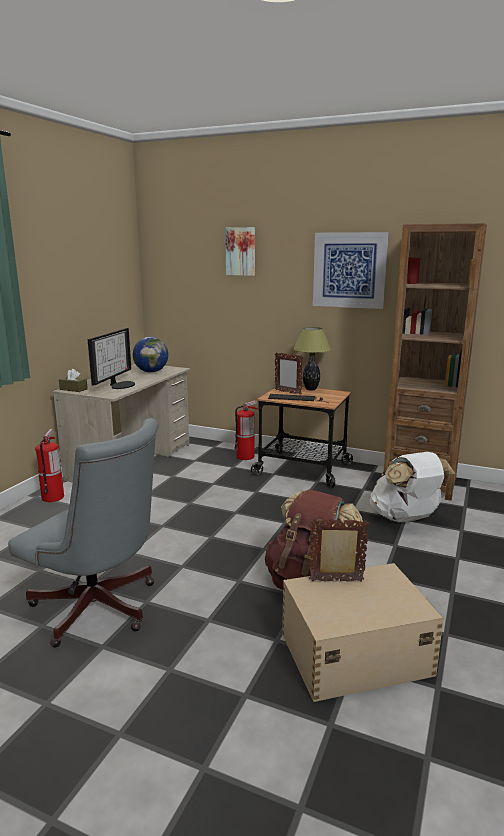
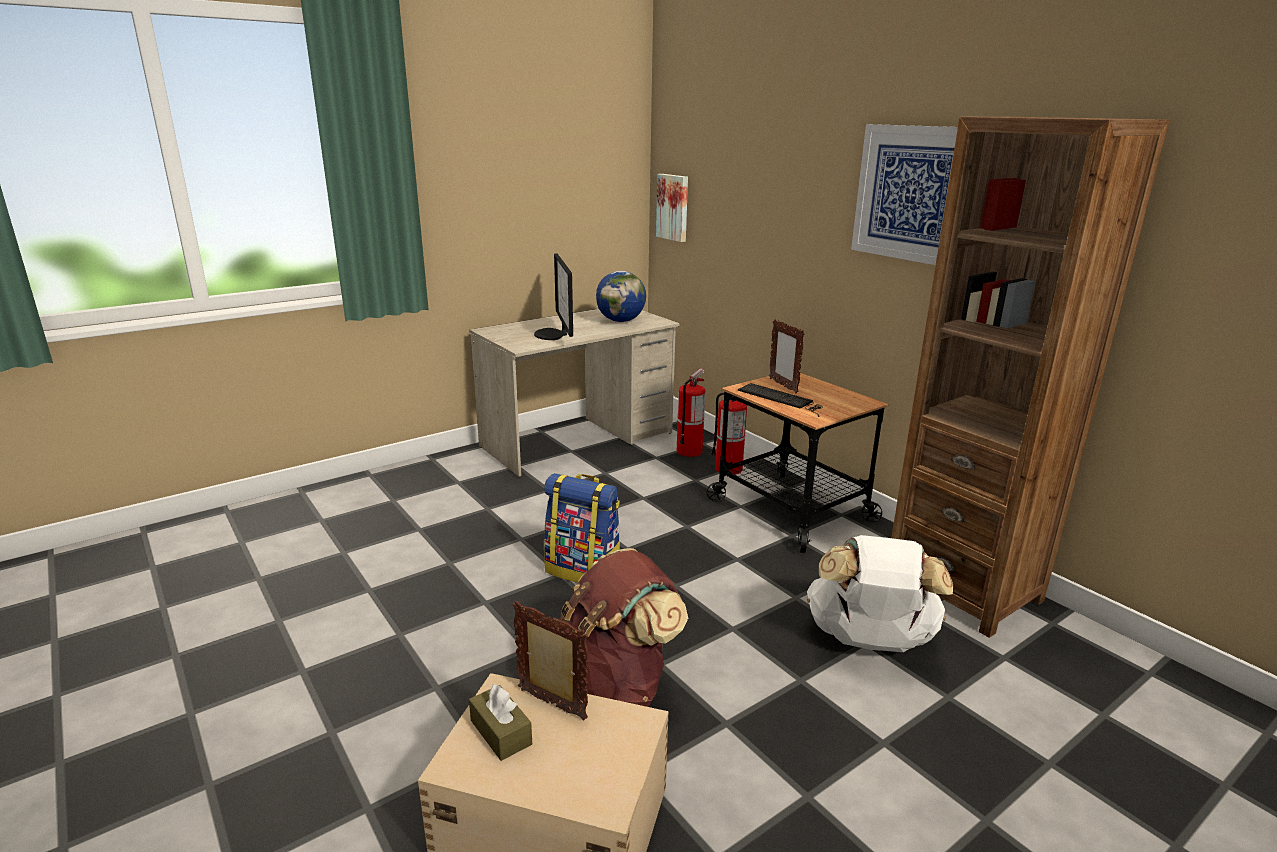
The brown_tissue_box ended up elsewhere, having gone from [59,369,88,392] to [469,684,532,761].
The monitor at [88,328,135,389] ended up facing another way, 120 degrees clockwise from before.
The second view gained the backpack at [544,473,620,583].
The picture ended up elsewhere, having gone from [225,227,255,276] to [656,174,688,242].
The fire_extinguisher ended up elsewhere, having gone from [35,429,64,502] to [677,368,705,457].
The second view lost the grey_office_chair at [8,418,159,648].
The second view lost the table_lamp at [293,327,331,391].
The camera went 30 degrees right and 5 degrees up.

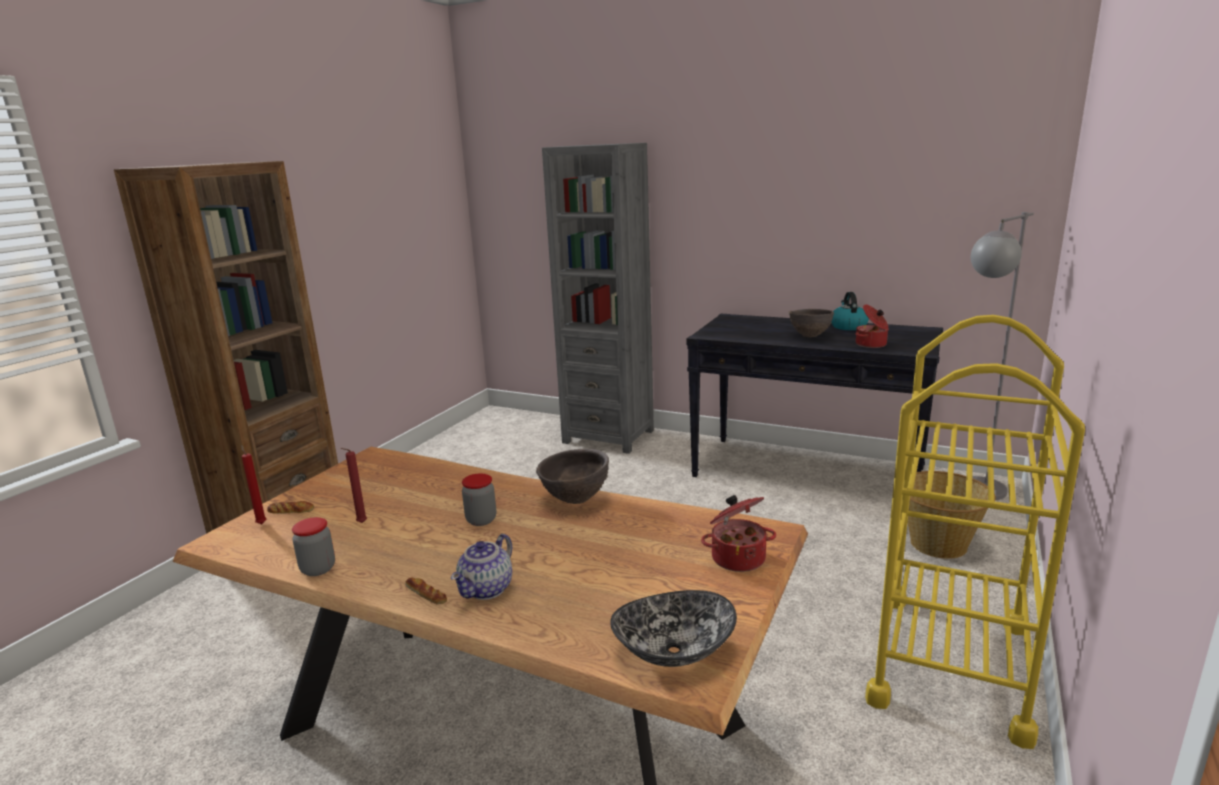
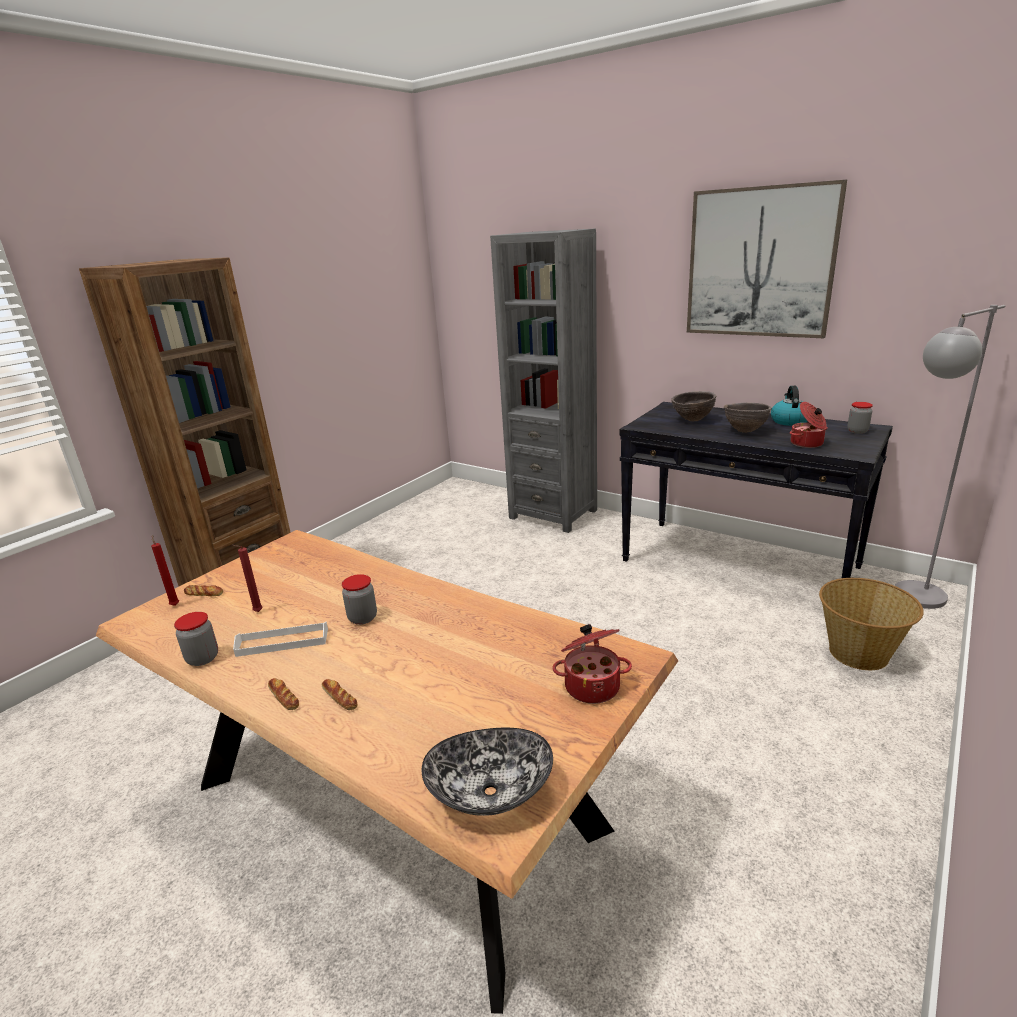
The second view gained the white_tray at [233,622,328,657].
Where the teapot stood at [451,534,512,600], the bread came to stand at [322,679,357,710].
The brown_bowl ended up elsewhere, having gone from [536,449,609,504] to [671,391,716,421].
The second view gained the picture at [687,180,847,338].
The second view gained the jar at [847,402,873,434].
The second view lost the yellow_cart at [865,315,1085,749].
The camera went 10 degrees right and 5 degrees up.

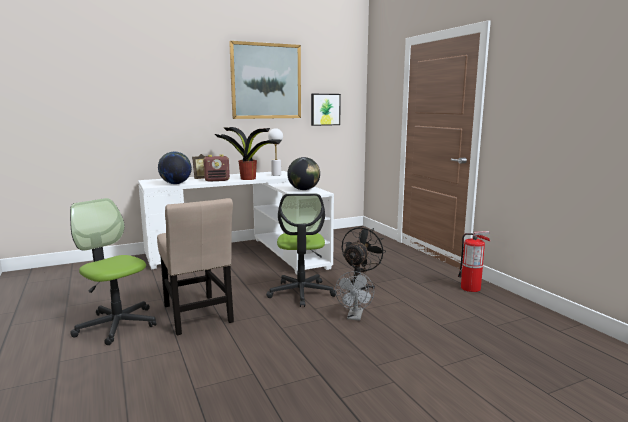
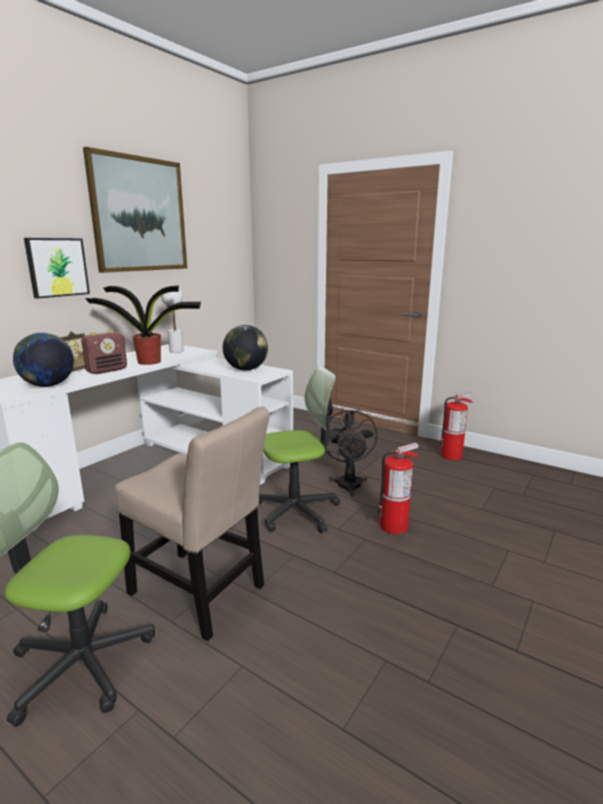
The picture ended up elsewhere, having gone from [311,94,341,126] to [24,238,90,299].
The office_chair at [266,194,337,307] ended up facing another way, 75 degrees counterclockwise from before.
Where the grey_fan stood at [335,271,374,321], the fire_extinguisher came to stand at [377,442,419,534].
The camera went 30 degrees left and 5 degrees up.

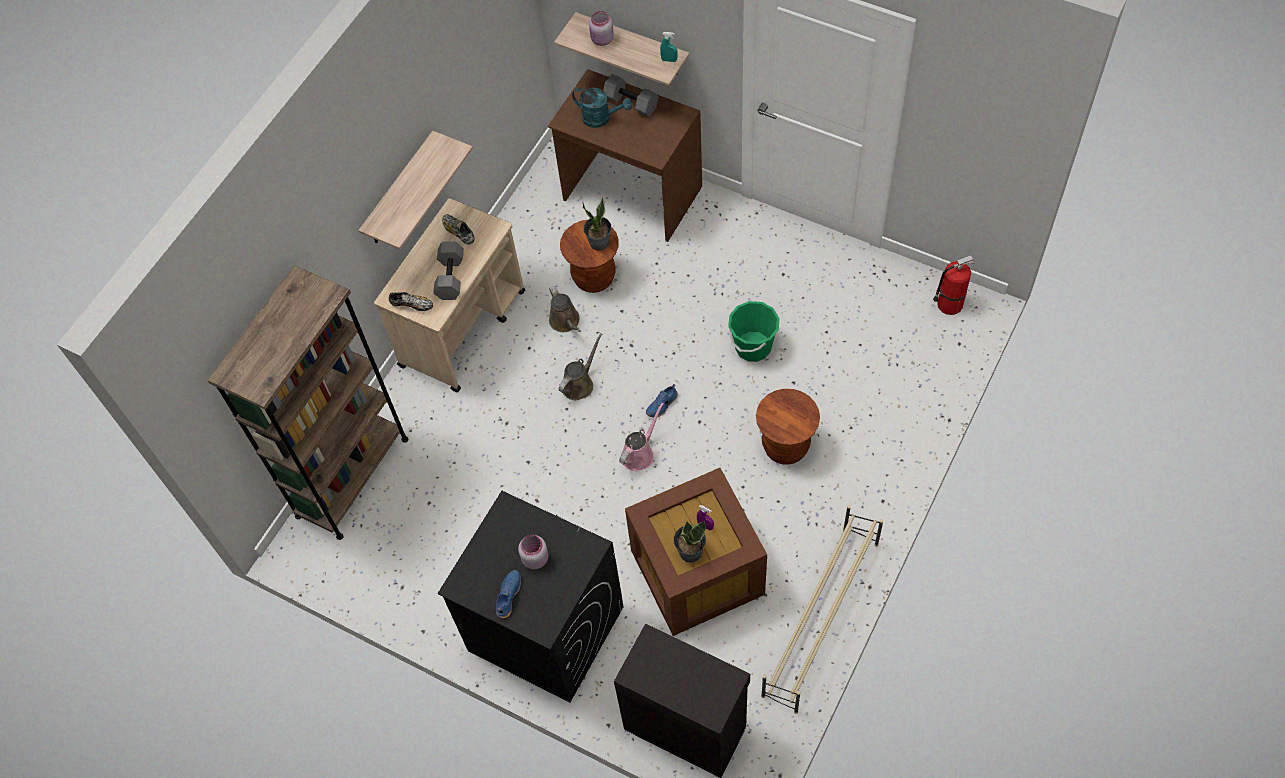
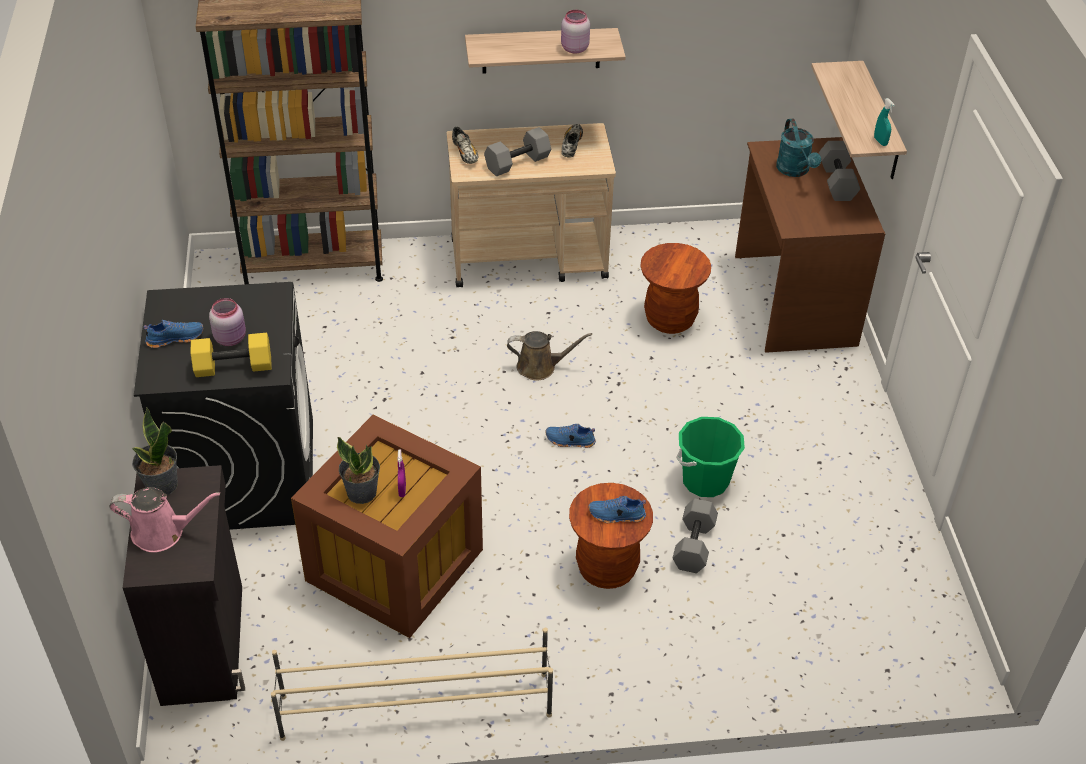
The pink_watering_can ended up elsewhere, having gone from [619,402,664,471] to [109,487,220,552].
The potted_plant ended up elsewhere, having gone from [583,197,612,251] to [132,407,178,495].
The second view gained the yellow_dumbbell at [191,333,272,377].
The pink_jar ended up elsewhere, having gone from [589,11,614,46] to [561,10,590,54].
The second view gained the blue_shoe at [589,496,646,523].
The second view gained the grey_dumbbell at [672,499,718,573].
The second view lost the brown_watering_can at [549,286,581,332].
The second view lost the fire_extinguisher at [933,256,974,315].
The camera went 50 degrees right and 15 degrees down.

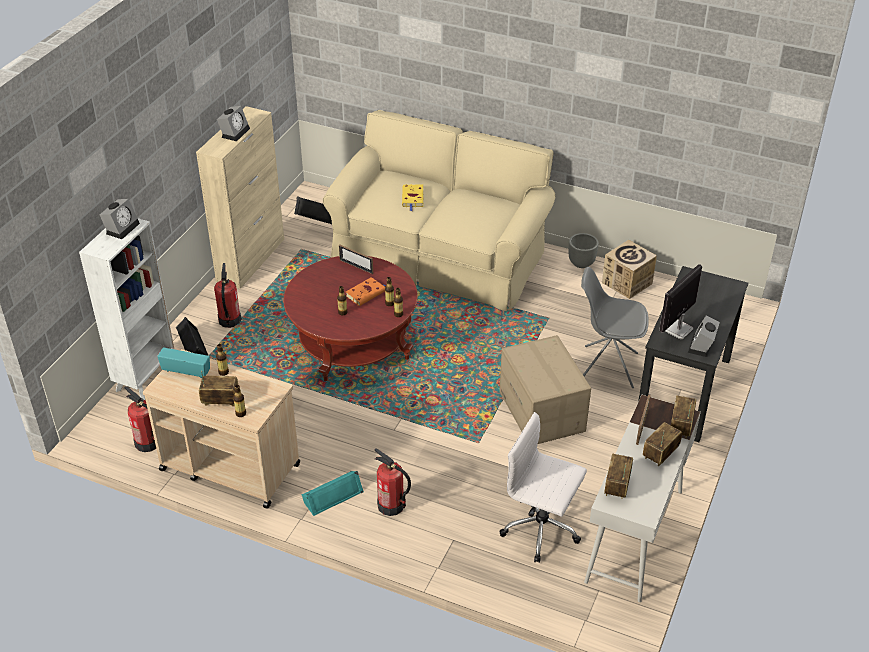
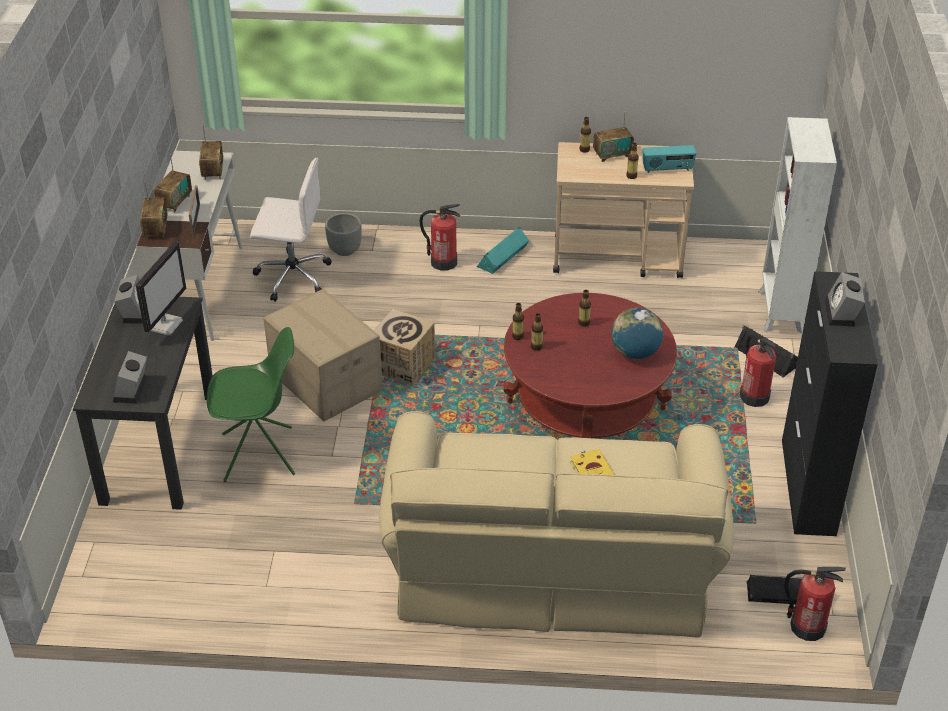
The alarm_clock ended up elsewhere, having gone from [100,199,140,239] to [113,351,147,404].
What was the grey_chair at [581,267,649,388] turned into the green_chair at [207,327,295,482].
The grey_planter ended up elsewhere, having gone from [569,233,599,268] to [325,213,362,256].
The cardboard_box ended up elsewhere, having gone from [602,240,657,299] to [373,309,435,386].
The second view gained the globe at [611,308,663,359].
What was the beige_cabinet at [196,106,284,289] turned into the black_cabinet at [782,271,878,536].
The fire_extinguisher ended up elsewhere, having gone from [124,386,156,452] to [784,567,846,641].
The second view lost the picture_frame at [339,245,373,274].
The second view lost the orange_book at [346,277,386,306].
The camera went 160 degrees right and 0 degrees up.

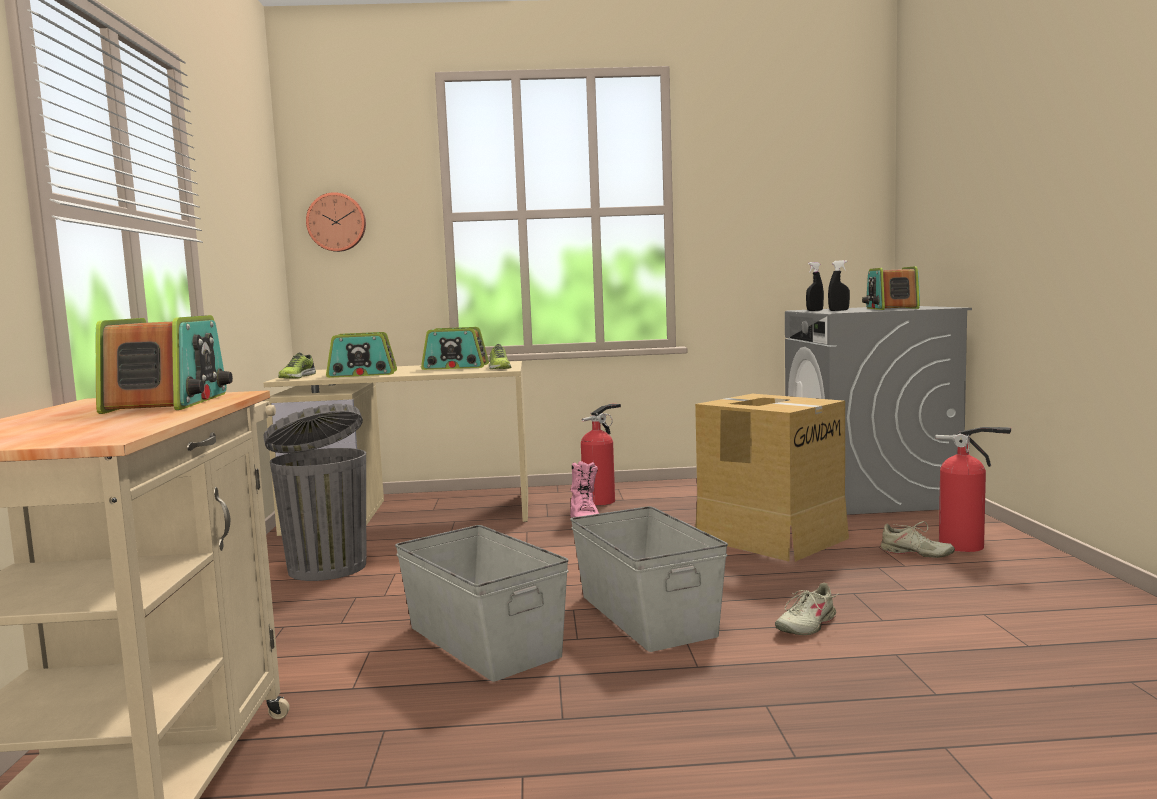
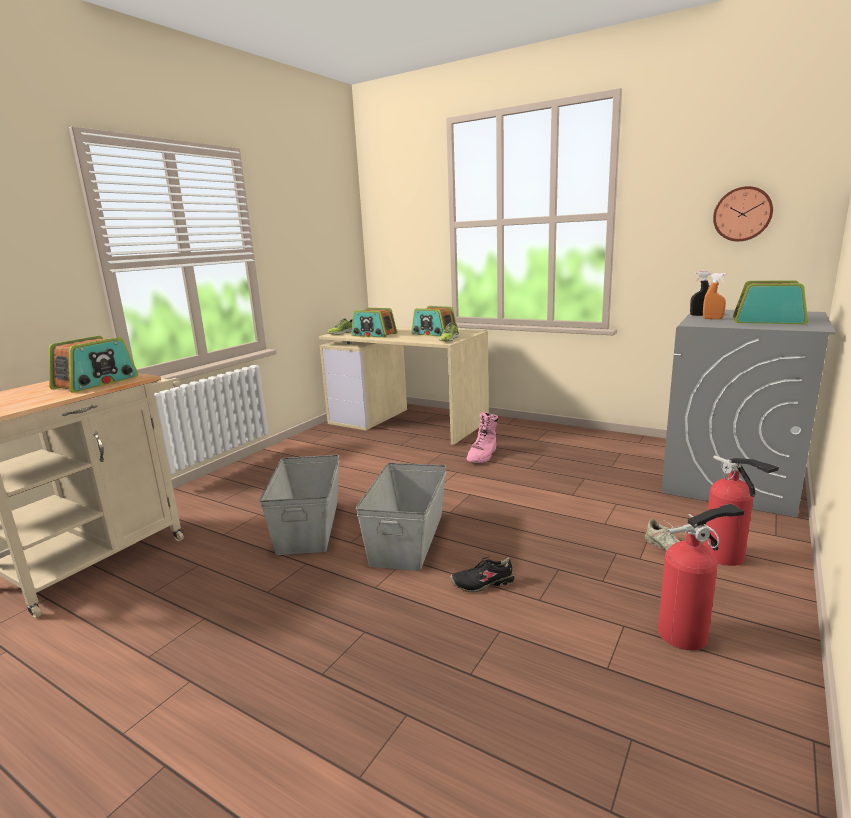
What was the beige_shoe at [775,583,839,635] turned into the black_shoe at [450,557,514,592].
The fire_extinguisher ended up elsewhere, having gone from [581,404,621,506] to [658,504,744,650].
What was the black_spray_bottle at [828,260,850,311] turned into the orange_spray_bottle at [703,273,726,319].
The wall_clock ended up elsewhere, having gone from [306,192,366,252] to [713,186,773,241].
The radio at [862,266,920,310] ended up facing another way, 75 degrees clockwise from before.
The second view lost the grey_trash_can at [263,404,366,581].
The second view lost the cardboard_box at [695,394,849,562].
The camera went 35 degrees right and 10 degrees up.

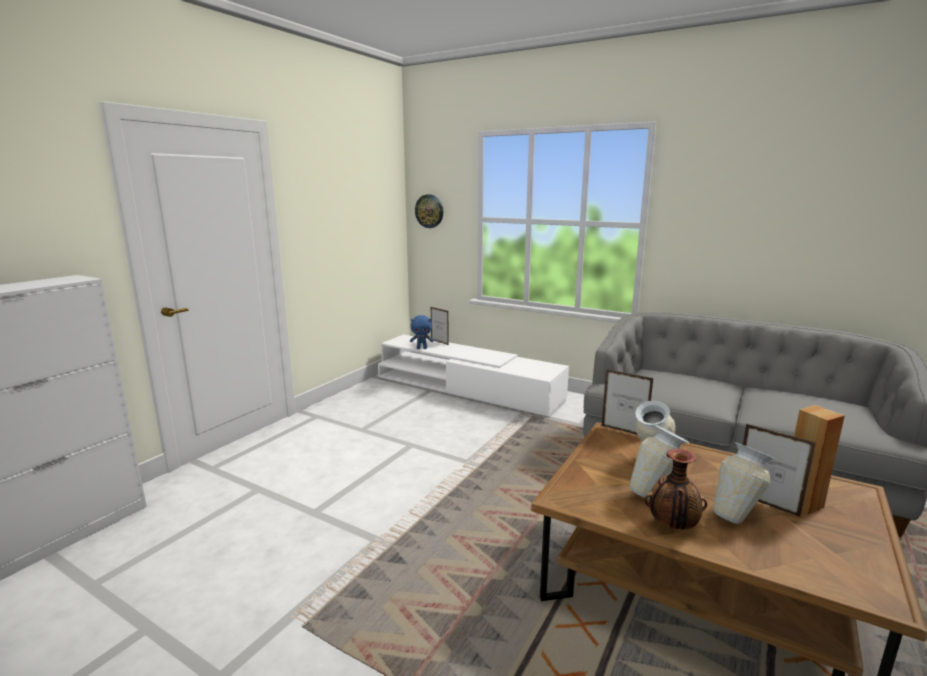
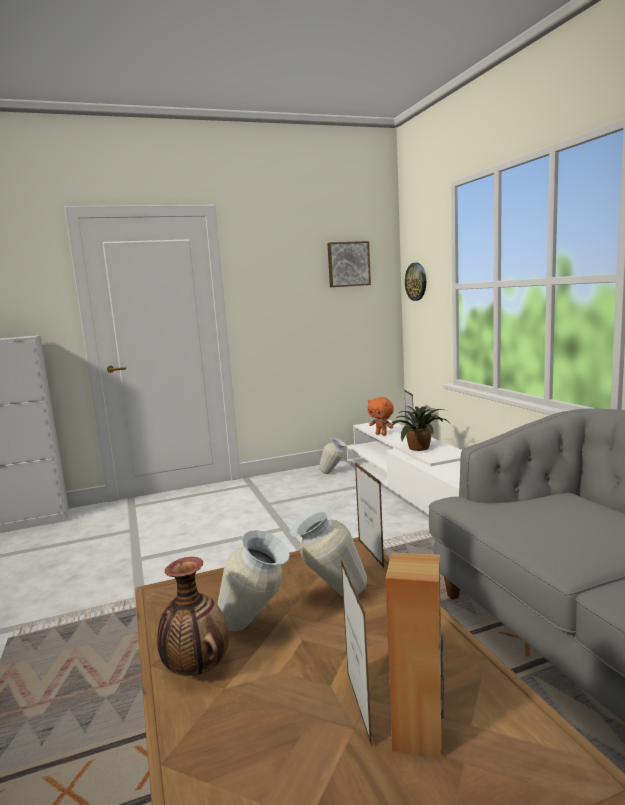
The vase ended up elsewhere, having gone from [713,442,775,524] to [319,437,347,474].
The second view gained the picture at [327,241,371,287].
What was the blue_plush_toy at [410,315,434,349] turned into the orange_plush_toy at [368,397,394,436].
The second view gained the potted_plant at [389,406,450,451].
The camera went 40 degrees right and 5 degrees down.

